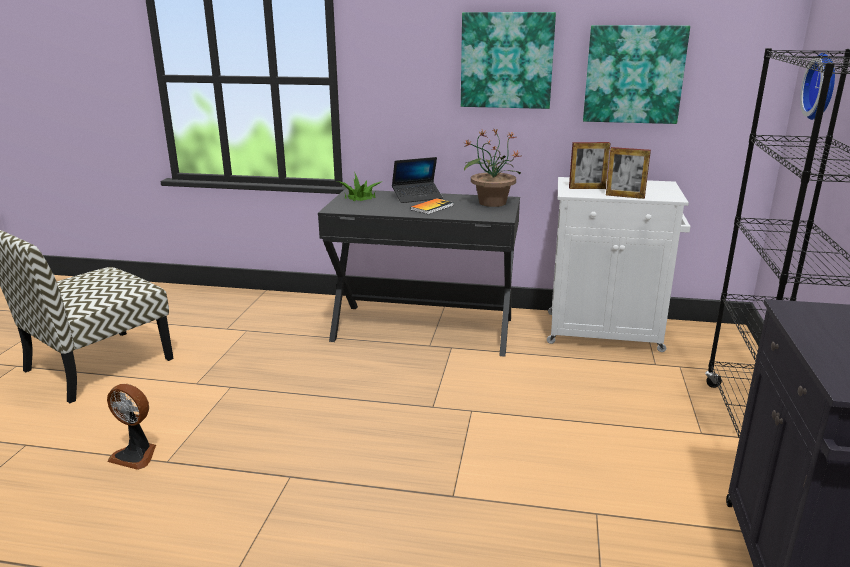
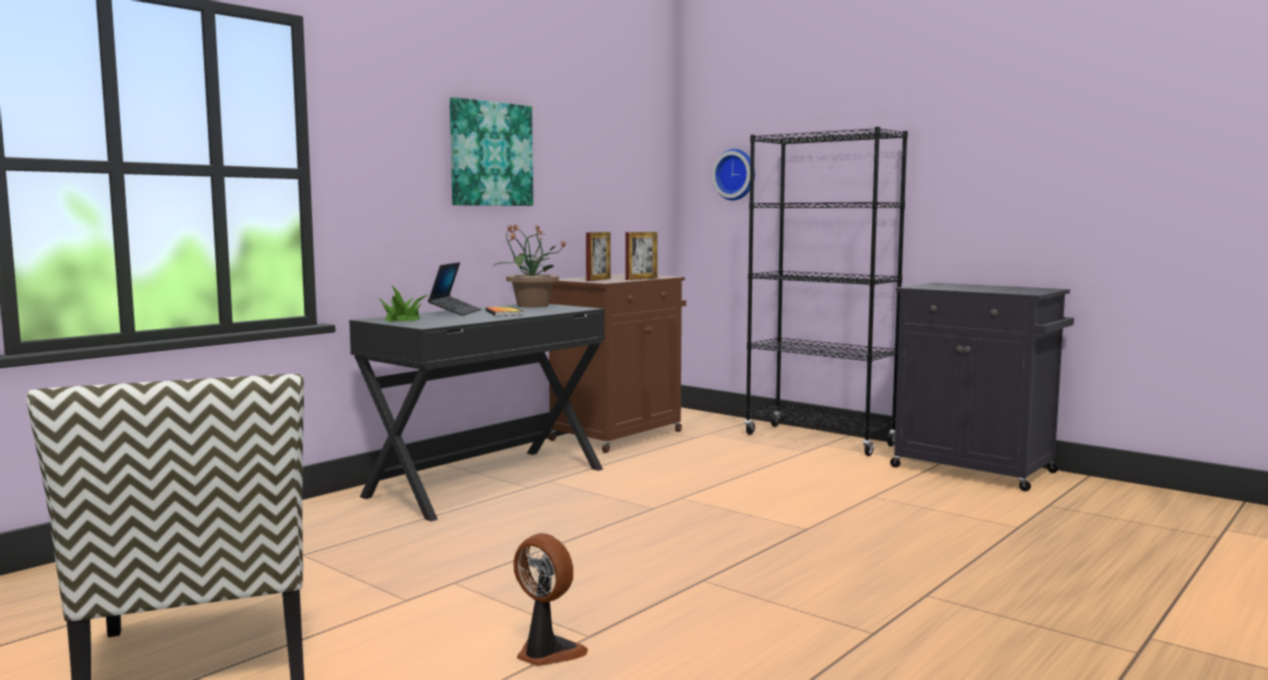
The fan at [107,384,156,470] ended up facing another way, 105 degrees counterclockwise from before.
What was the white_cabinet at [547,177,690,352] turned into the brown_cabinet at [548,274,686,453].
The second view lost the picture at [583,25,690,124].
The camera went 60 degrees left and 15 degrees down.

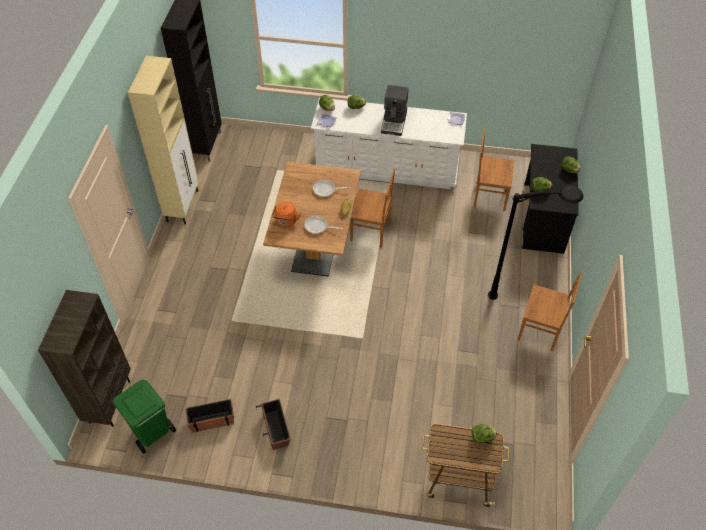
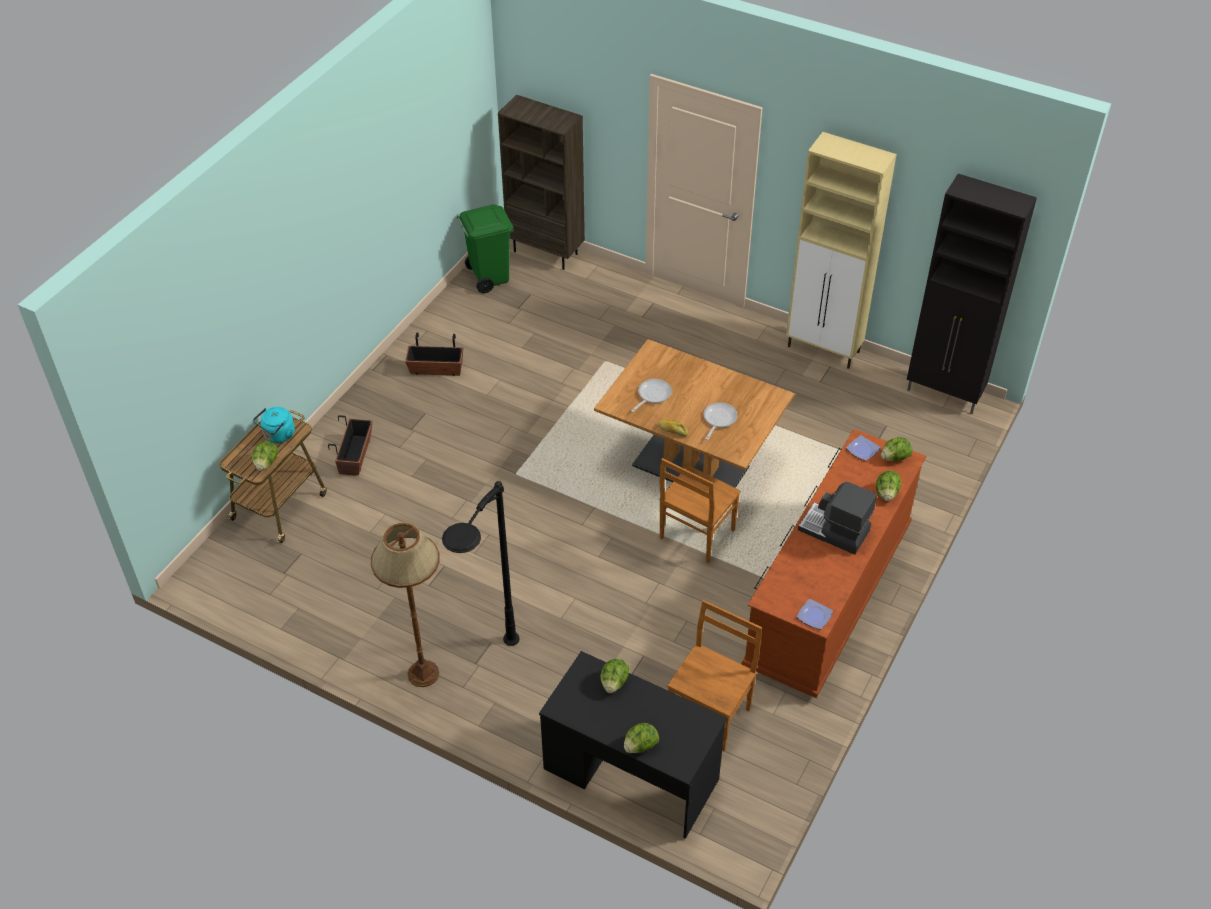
The second view gained the turquoise_kettle at [253,407,295,443].
The planter ended up elsewhere, having gone from [185,399,234,433] to [328,415,373,476].
Where the brown_chair stood at [518,270,583,351], the brown_floor_lamp came to stand at [371,523,440,687].
What was the white_dresser at [311,98,467,189] turned into the brown_dresser at [742,429,926,698].
The second view lost the orange_kettle at [272,202,301,227].
The camera went 110 degrees right and 5 degrees down.

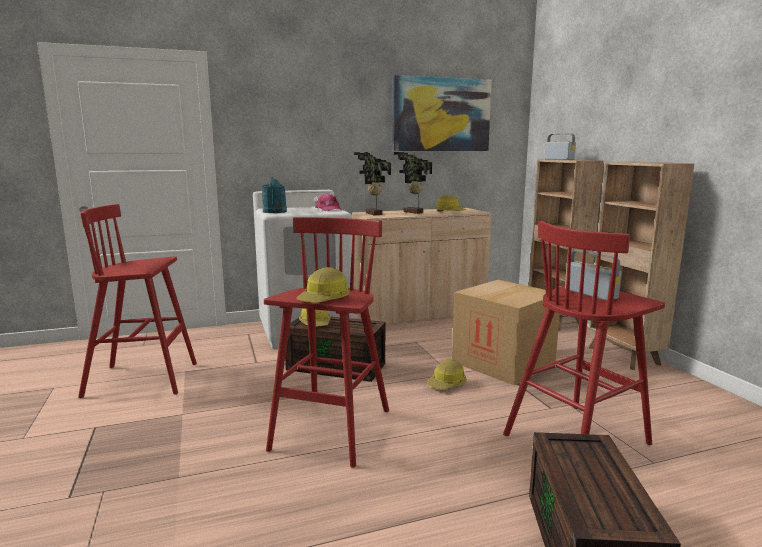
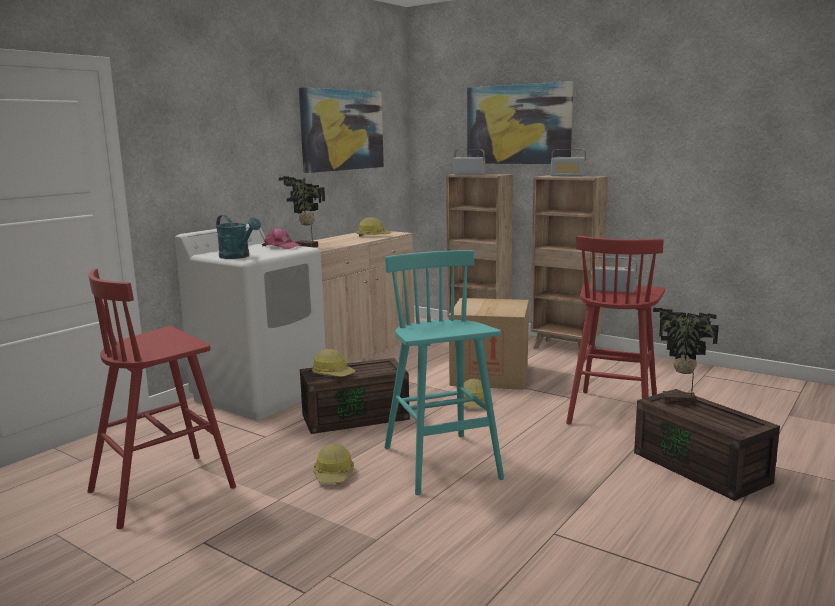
The hard_hat ended up elsewhere, having gone from [297,267,350,303] to [313,444,354,483].
What was the red_stool at [264,217,389,468] turned into the turquoise_stool at [384,250,504,495].
The second view gained the picture at [467,81,573,164].
The second view gained the radio at [551,149,587,177].
The potted_plant ended up elsewhere, having gone from [394,152,432,214] to [653,308,719,405].
The camera went 35 degrees left and 0 degrees up.

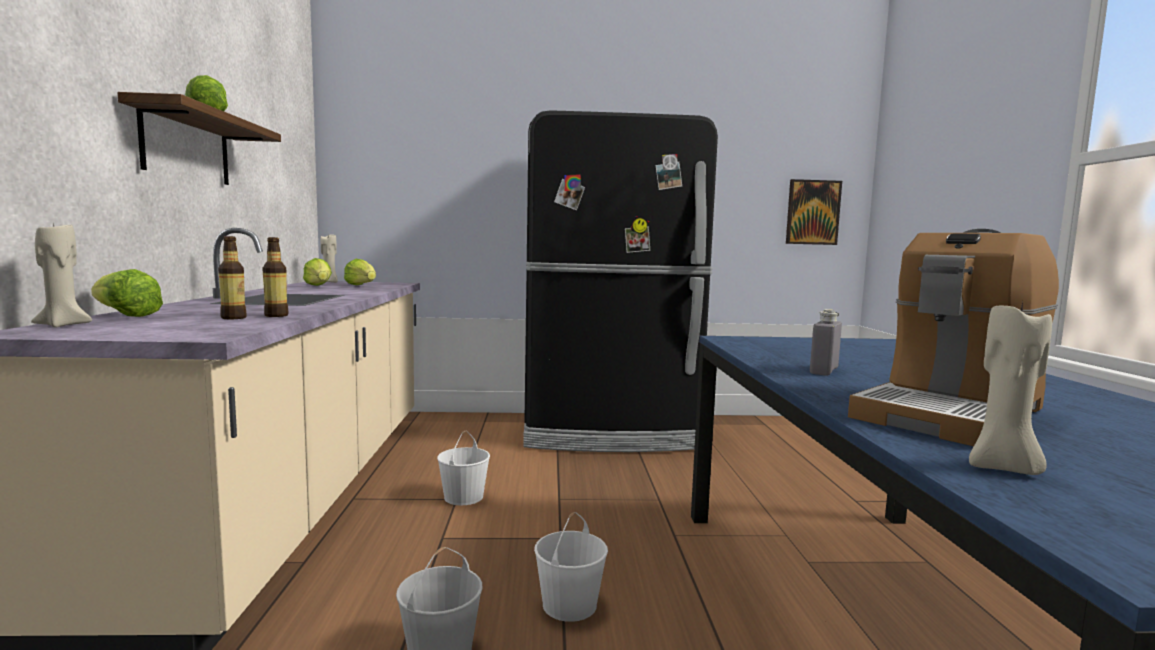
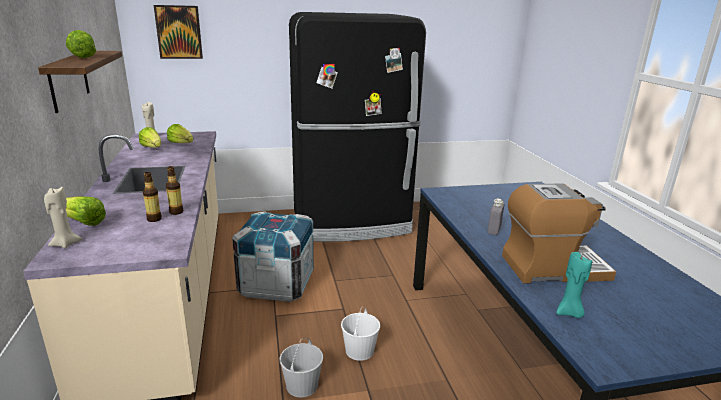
The picture ended up elsewhere, having gone from [786,179,842,245] to [154,5,203,59].
Where the white_bucket stood at [437,431,490,505], the crate came to stand at [232,211,314,302].
The coffee_machine at [848,229,1059,446] ended up facing another way, 135 degrees counterclockwise from before.
What was the beige_candle at [969,301,1052,475] turned into the turquoise_candle at [556,252,592,318].
The camera went 10 degrees left and 15 degrees up.

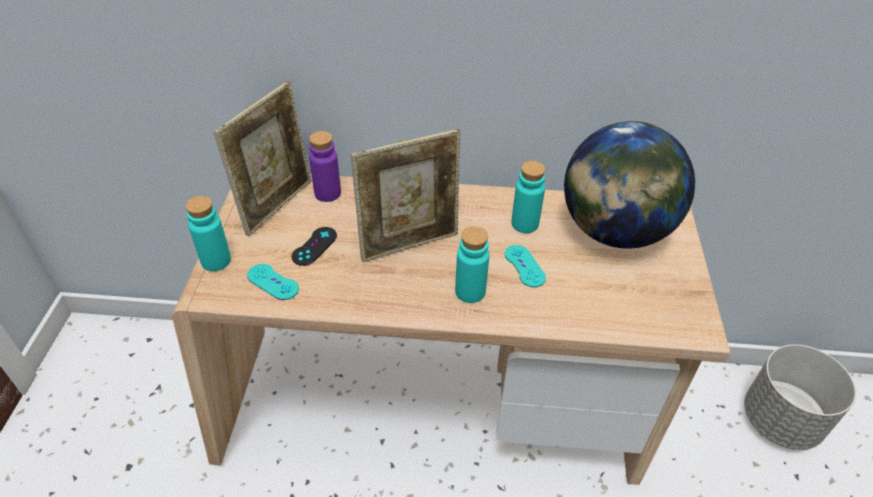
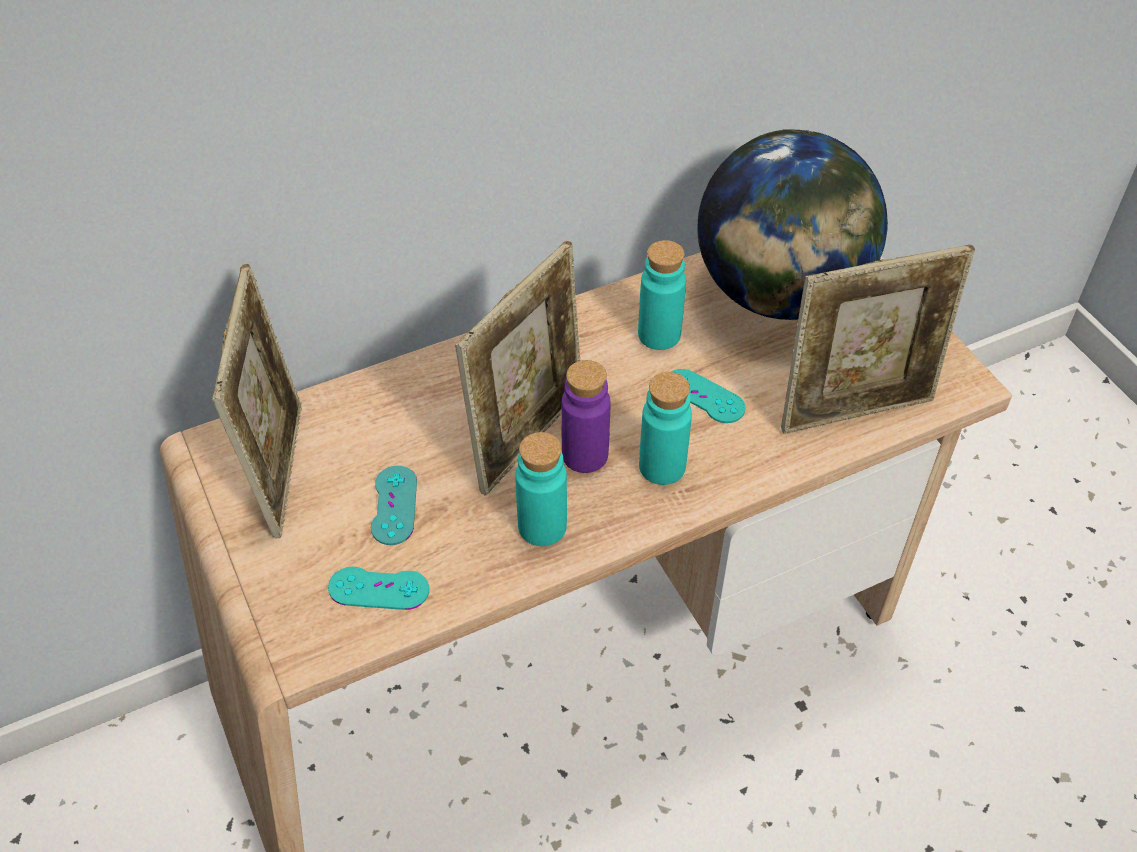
What was the black_game_controller at [292,227,337,266] turned into the turquoise_game_controller at [371,466,417,545].
The turquoise_bottle ended up elsewhere, having gone from [185,196,231,271] to [515,432,567,546].
The purple_bottle ended up elsewhere, having gone from [309,131,341,202] to [561,360,610,473].
The second view gained the picture_frame at [781,245,975,434].
The second view lost the grey_planter at [744,344,856,450].
The camera went 30 degrees left and 5 degrees up.

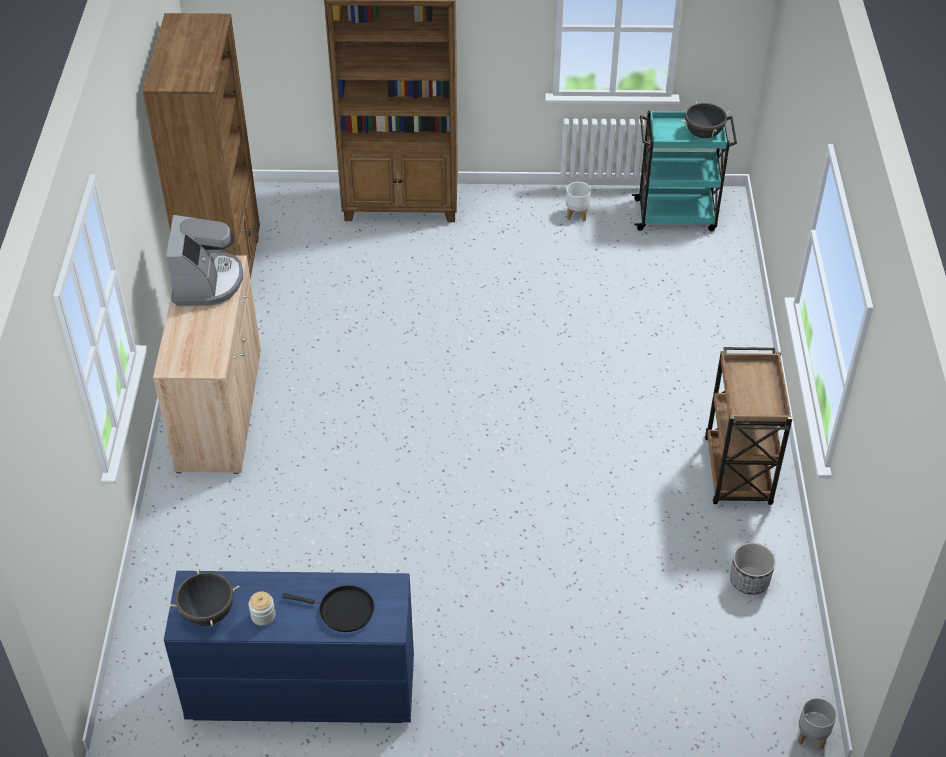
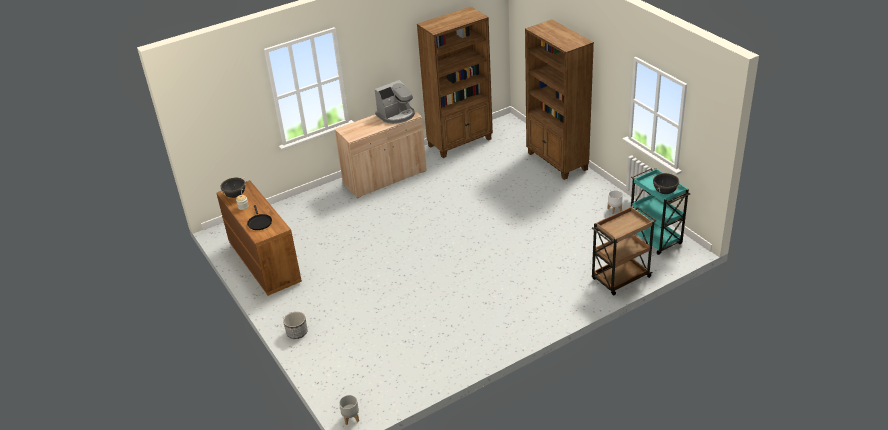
What was the blue_dresser at [164,571,414,723] turned into the brown_dresser at [216,180,302,296].
The planter ended up elsewhere, having gone from [730,543,776,595] to [283,312,307,339].
The brown_cart ended up elsewhere, having gone from [705,347,792,505] to [592,206,656,296].
The camera went 60 degrees right and 10 degrees down.

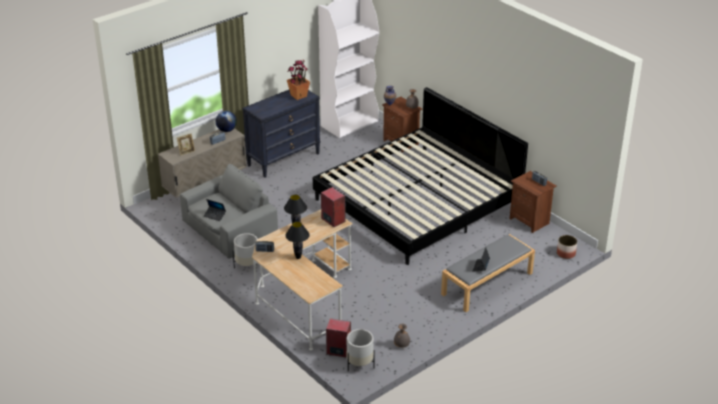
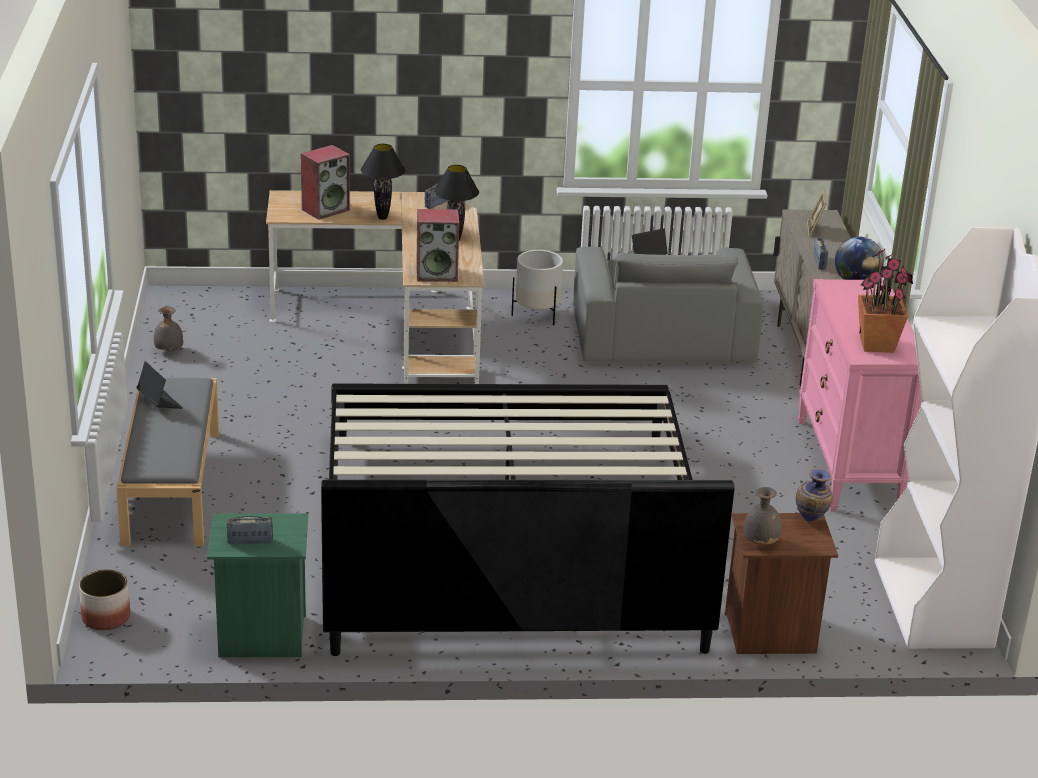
What was the brown_nightstand at [510,171,557,233] turned into the green_nightstand at [207,514,308,657].
The speaker ended up elsewhere, having gone from [326,318,351,358] to [301,145,350,220].
What was the black_dresser at [242,90,320,178] turned into the pink_dresser at [798,279,922,511].
The second view lost the white_planter at [347,329,375,372].
The camera went 125 degrees right and 5 degrees down.

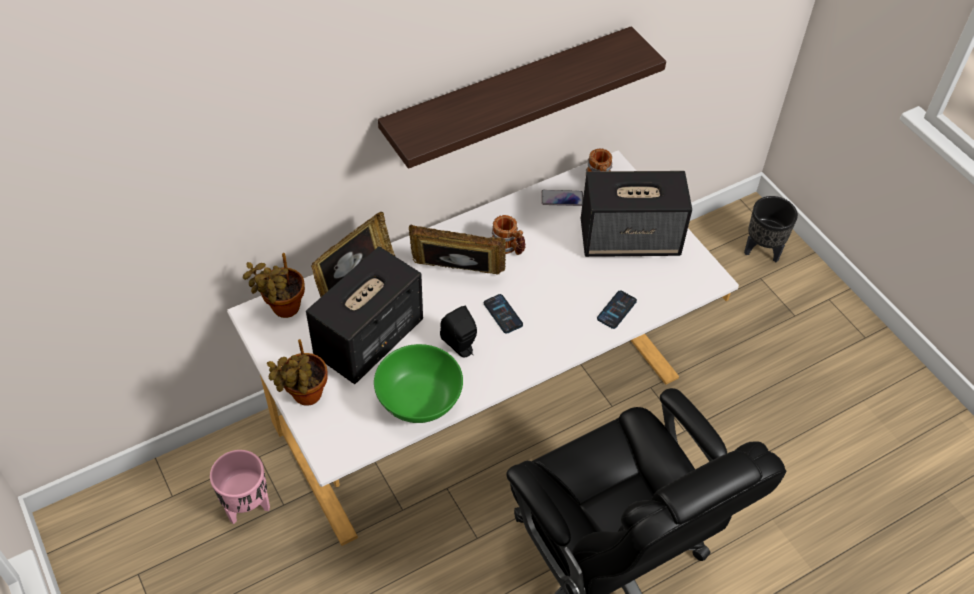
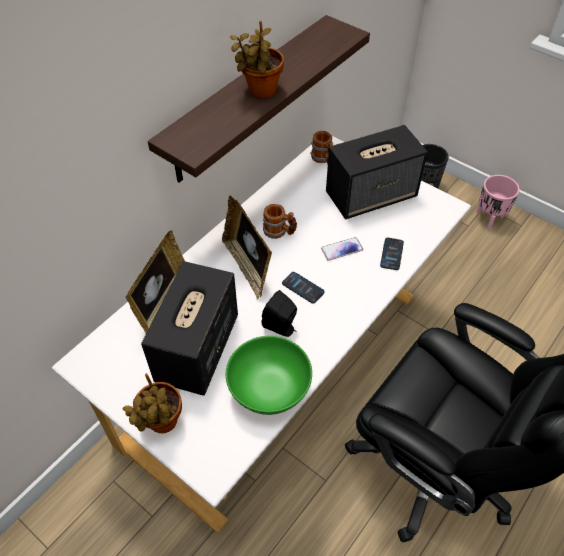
The picture_frame at [409,225,506,275] ended up facing another way, 105 degrees counterclockwise from before.
The potted_plant ended up elsewhere, having gone from [243,253,305,318] to [230,21,284,98].
The phone ended up elsewhere, having gone from [541,190,583,206] to [321,237,363,261].
The pink_planter ended up elsewhere, having gone from [210,450,270,524] to [476,175,520,230].
The camera went 20 degrees left and 0 degrees up.

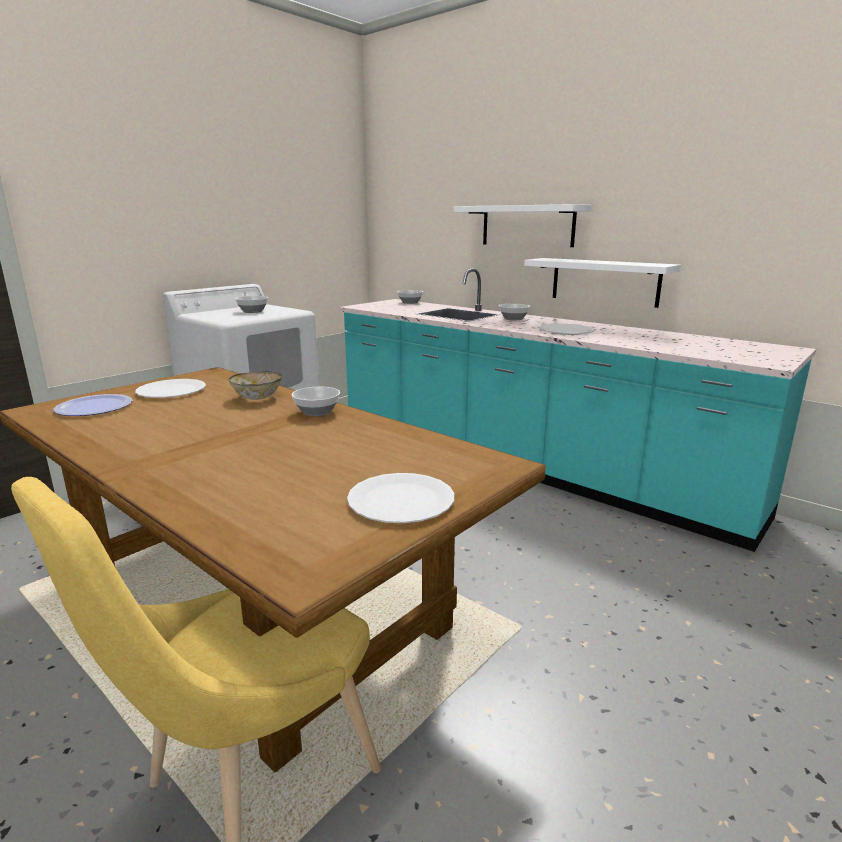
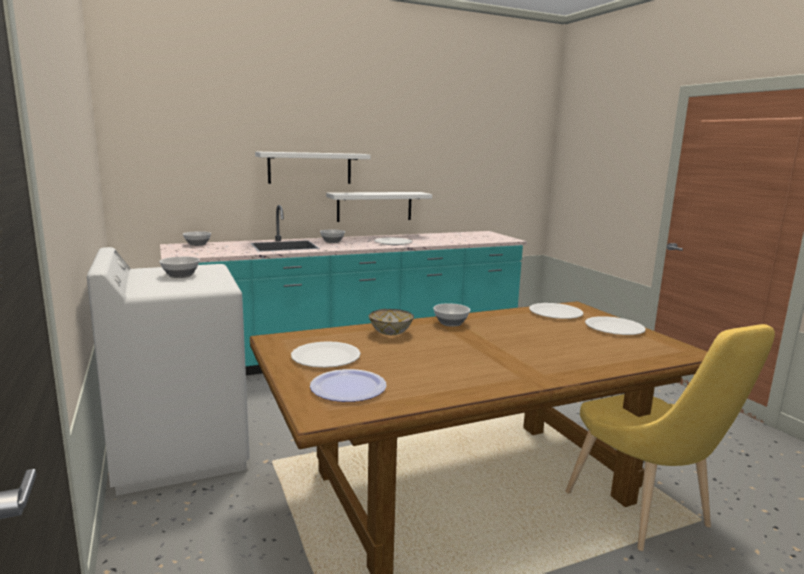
The second view gained the white_plate at [529,303,583,319].
The camera went 65 degrees left and 5 degrees down.

